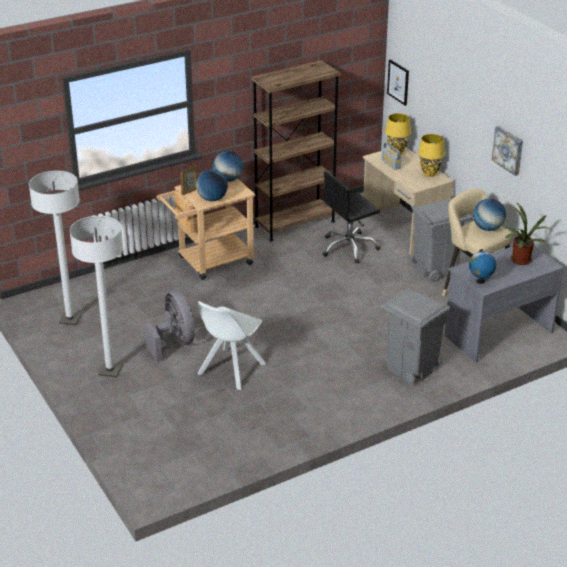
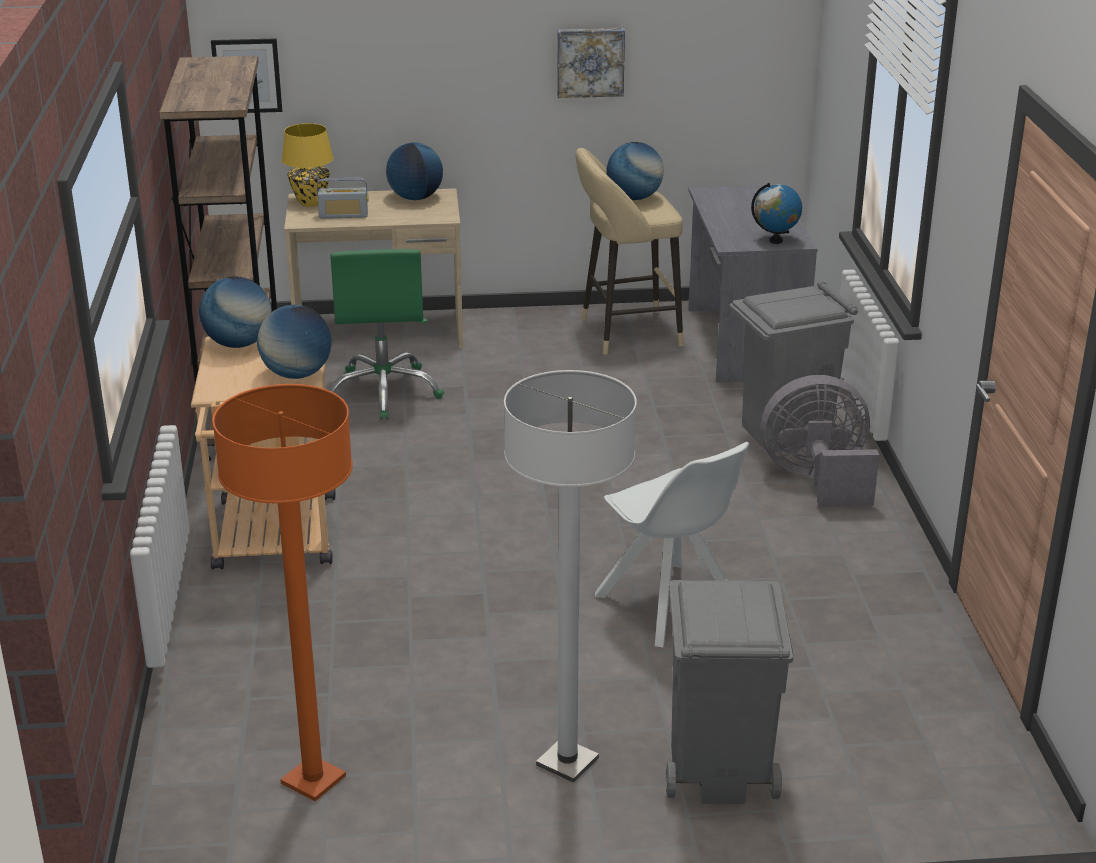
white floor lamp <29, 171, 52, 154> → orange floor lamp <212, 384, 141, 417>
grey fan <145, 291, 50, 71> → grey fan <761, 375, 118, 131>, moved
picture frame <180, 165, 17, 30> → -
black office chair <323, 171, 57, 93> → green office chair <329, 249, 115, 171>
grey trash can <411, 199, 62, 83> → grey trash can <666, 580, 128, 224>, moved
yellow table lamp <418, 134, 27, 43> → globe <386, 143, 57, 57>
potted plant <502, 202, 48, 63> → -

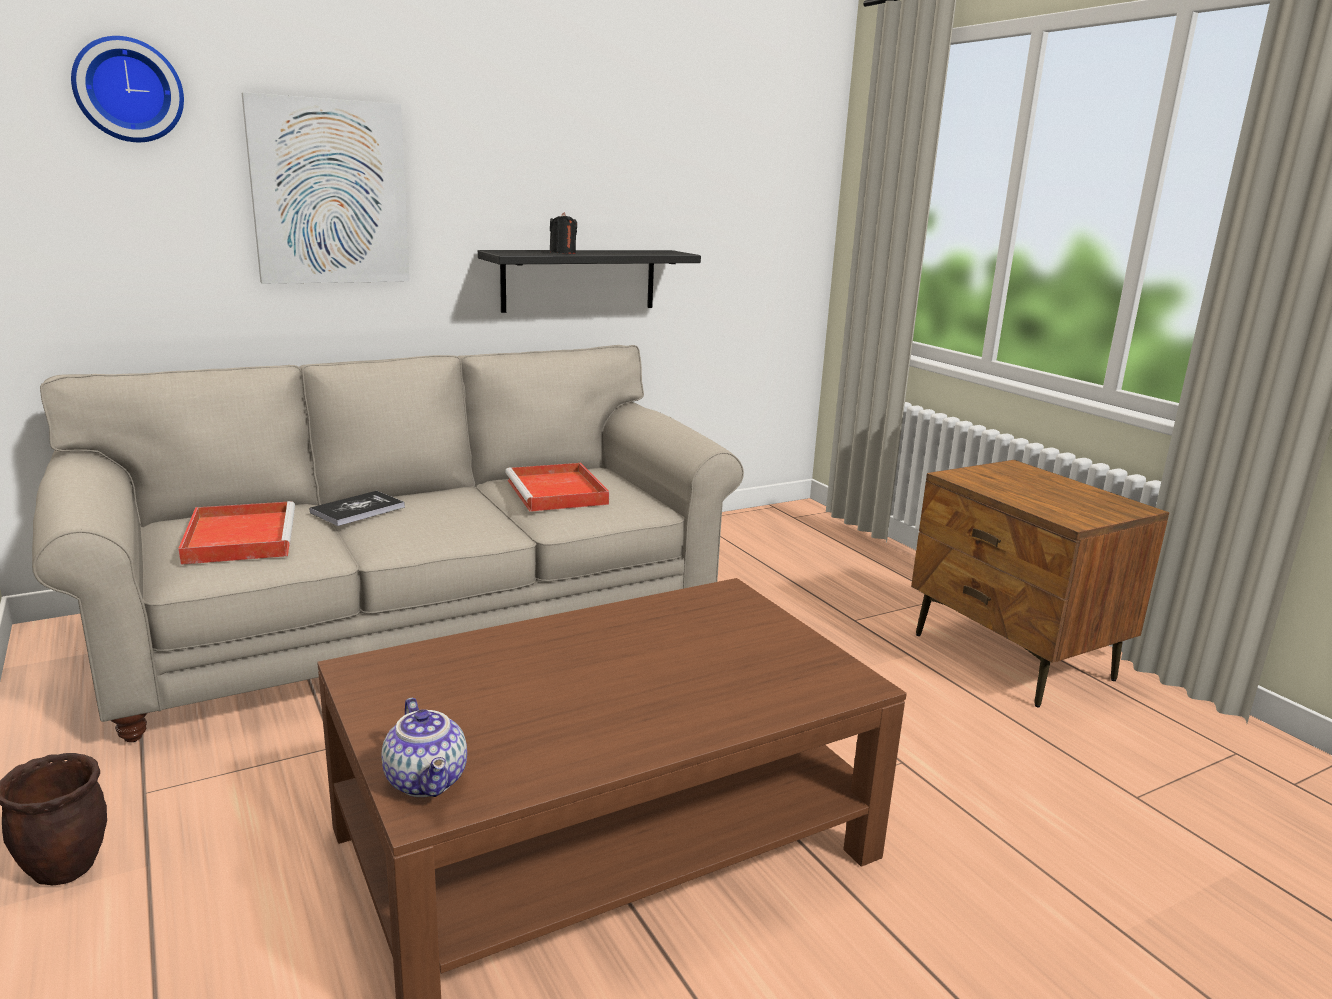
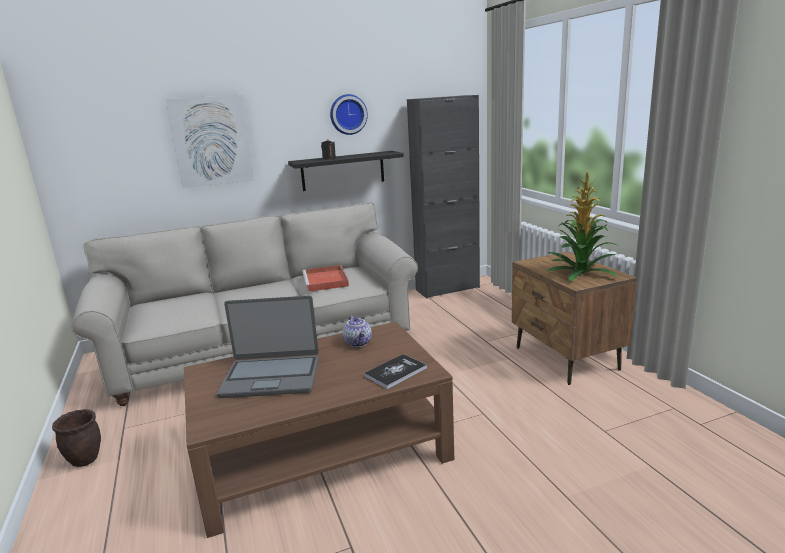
wall clock <71, 36, 113, 106> → wall clock <330, 94, 38, 41>, moved
red tray <178, 501, 117, 64> → -
book <310, 491, 95, 35> → book <364, 354, 63, 35>, moved
teapot <381, 698, 86, 99> → teapot <343, 315, 29, 32>, moved
- → laptop <217, 296, 102, 102>
- → black cabinet <407, 95, 73, 203>
- → potted plant <547, 171, 72, 111>

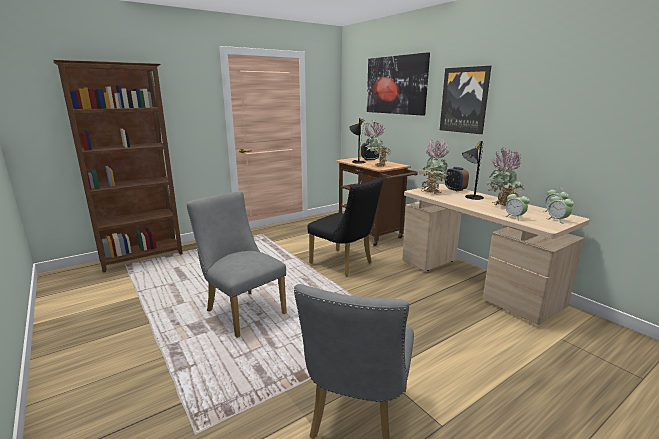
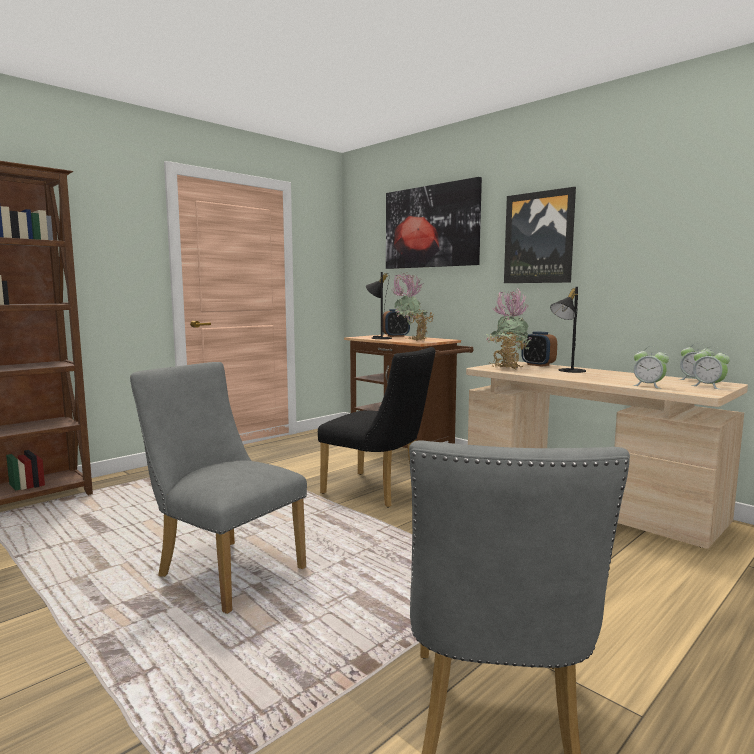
potted plant <487, 147, 38, 59> → -

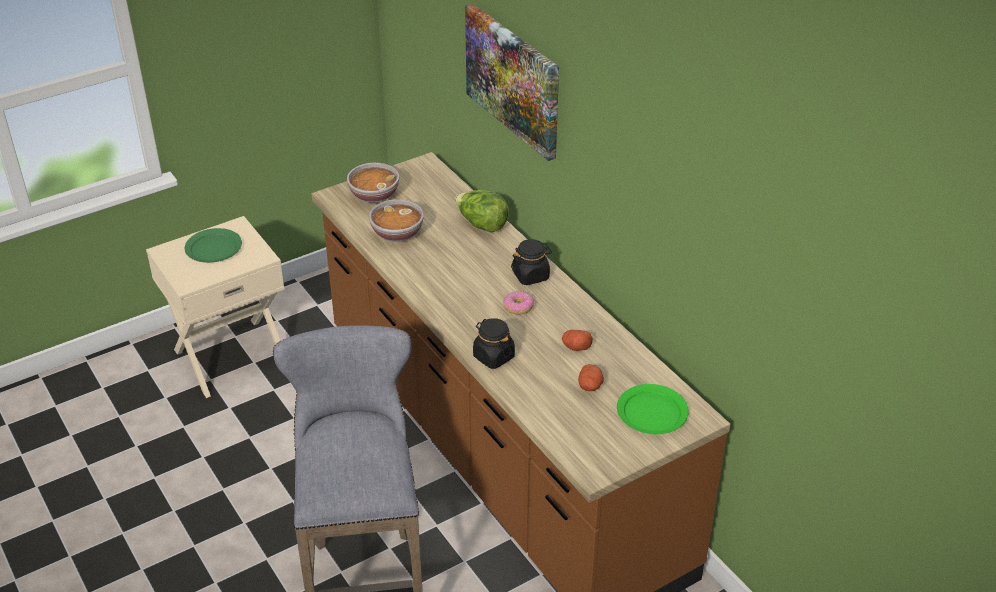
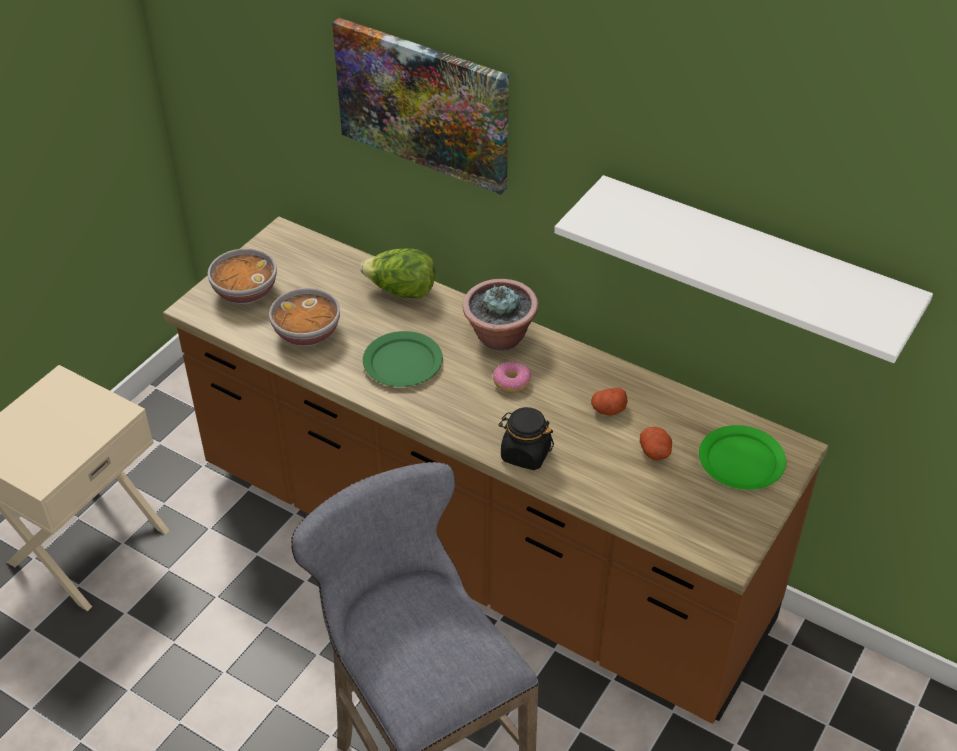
green plate <185, 228, 57, 35> → green plate <363, 331, 80, 56>, moved
black jar <511, 239, 41, 46> → potted plant <462, 279, 77, 72>
- → white shelf <554, 175, 379, 188>

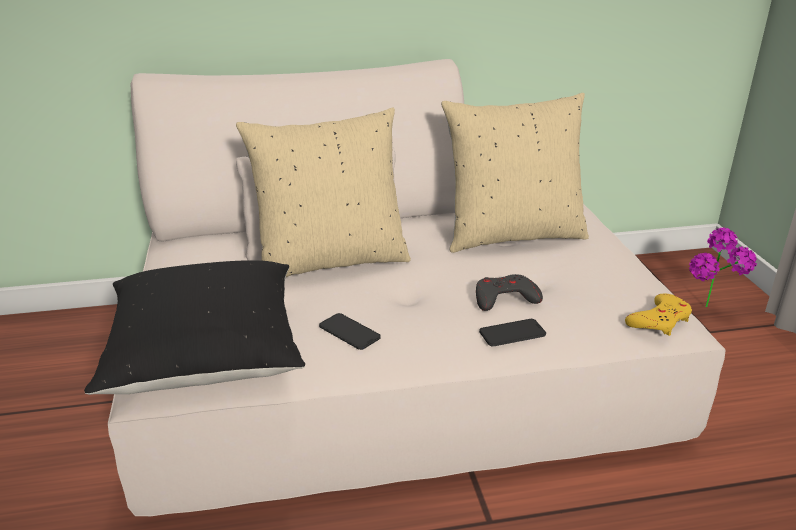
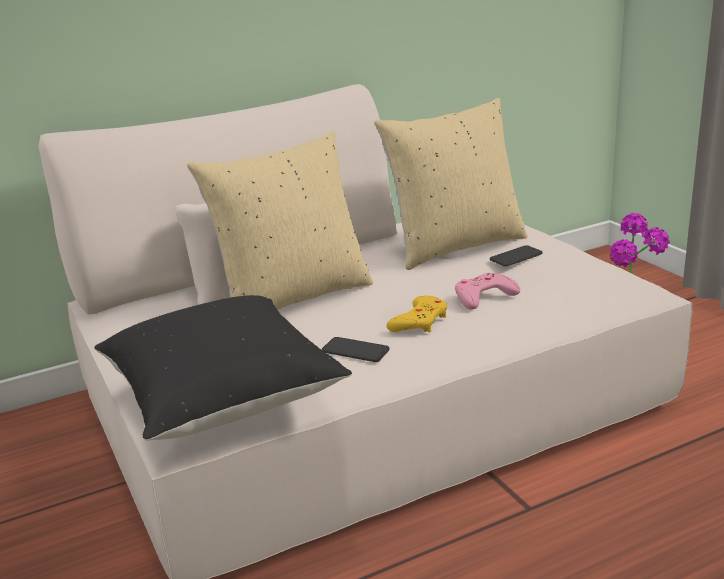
grey game controller <476, 274, 67, 37> → pink game controller <455, 273, 65, 37>
phone <479, 319, 67, 28> → phone <490, 245, 53, 22>, moved
yellow game controller <625, 293, 67, 43> → yellow game controller <387, 295, 60, 37>, moved

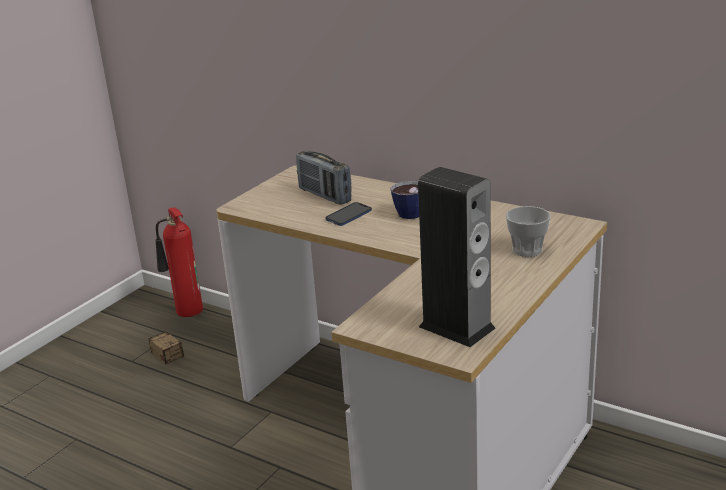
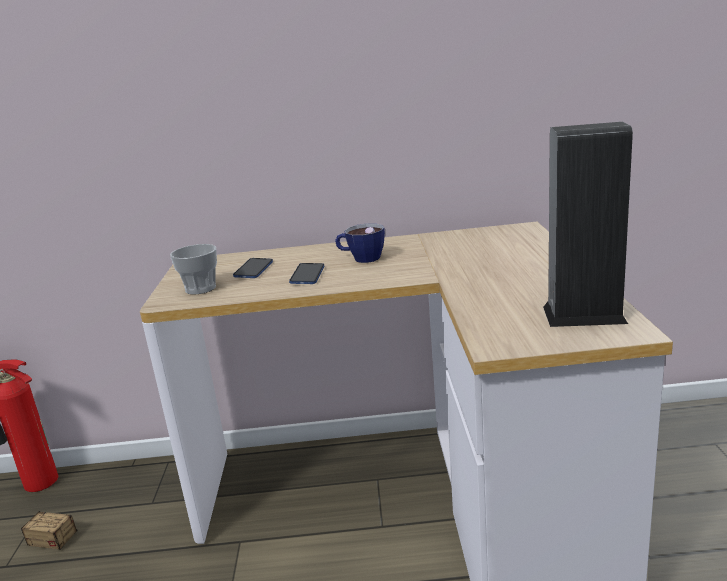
radio <296, 151, 56, 54> → phone <233, 258, 40, 20>
cup <506, 206, 45, 51> → cup <170, 244, 47, 50>, moved

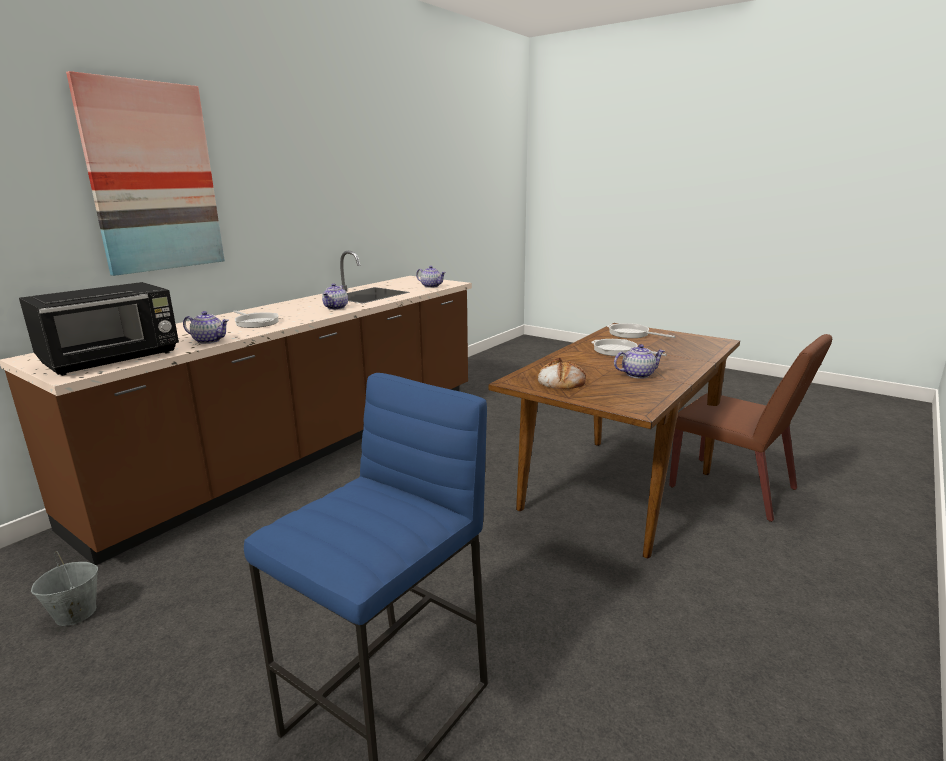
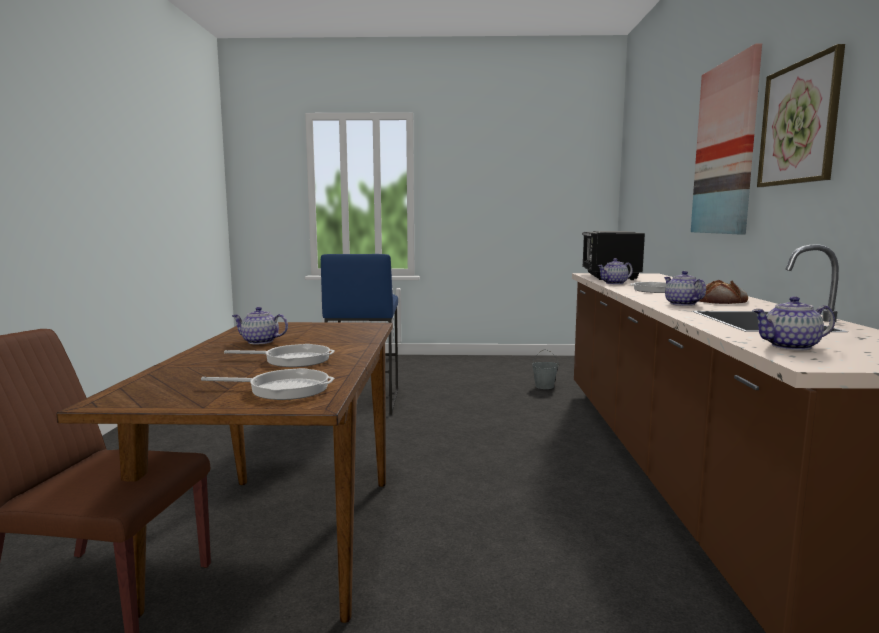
bread <538, 357, 48, 32> → bread <699, 280, 49, 24>, moved
teapot <614, 344, 51, 35> → teapot <232, 307, 56, 37>, 60 degrees clockwise
- → picture <757, 44, 88, 143>

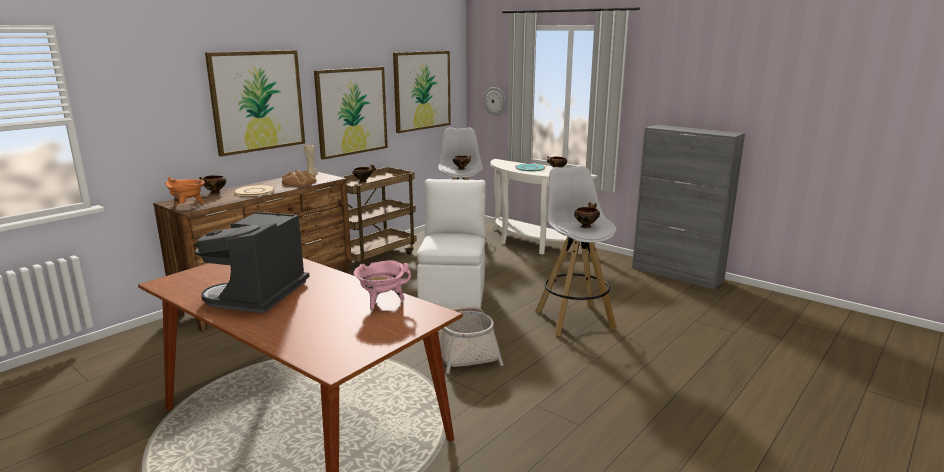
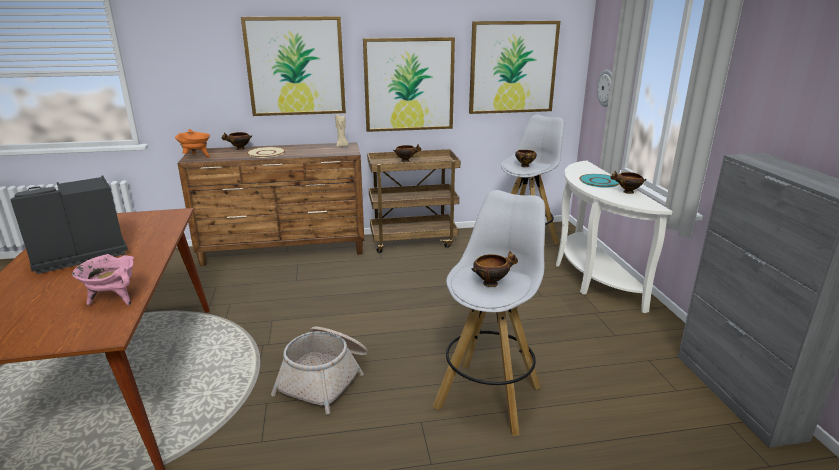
bread <282, 170, 35, 16> → -
white chair <417, 179, 69, 130> → -

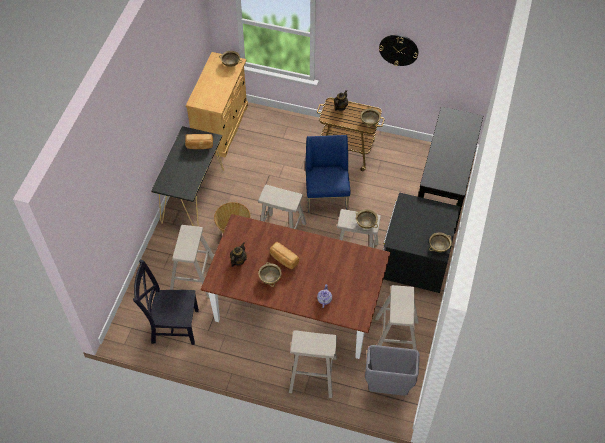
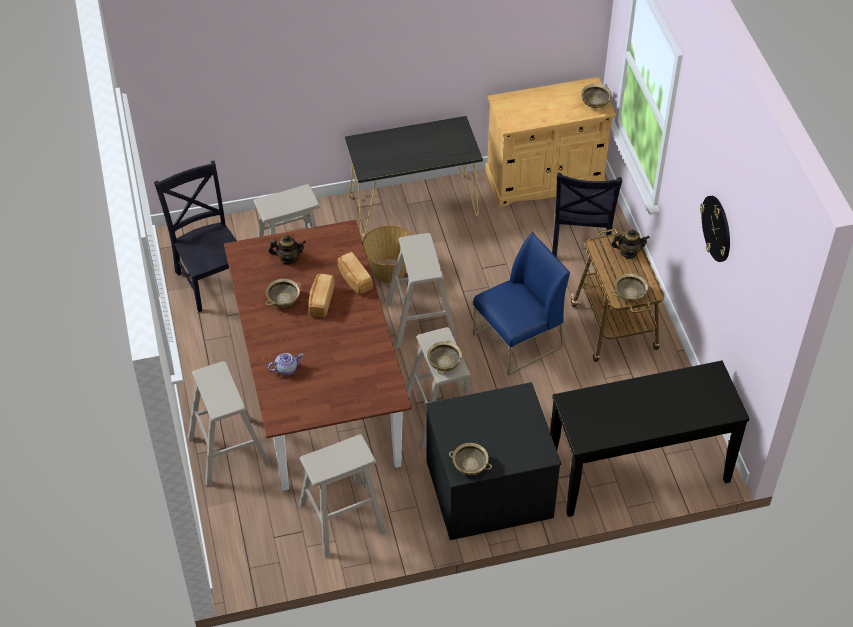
bread <185, 134, 28, 15> → bread <338, 252, 35, 42>, moved
grey trash can <365, 345, 55, 51> → -
- → black chair <552, 173, 70, 86>

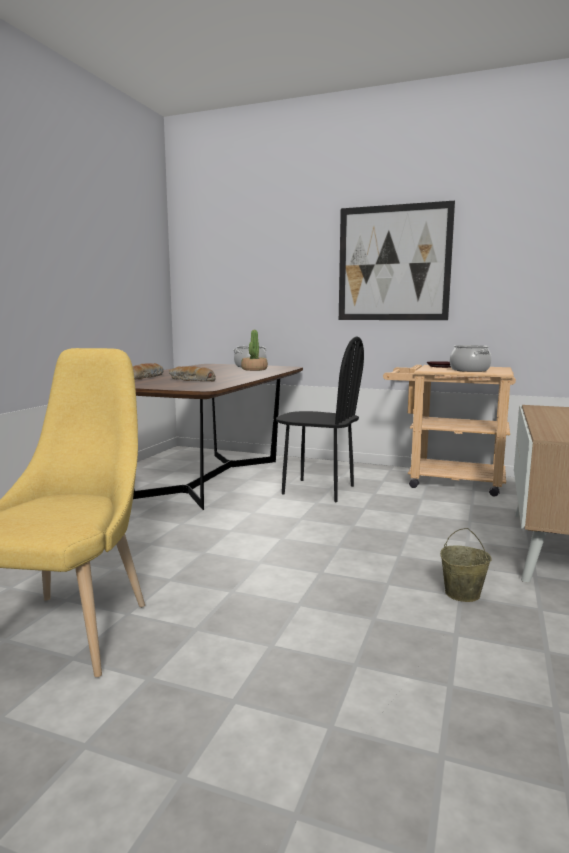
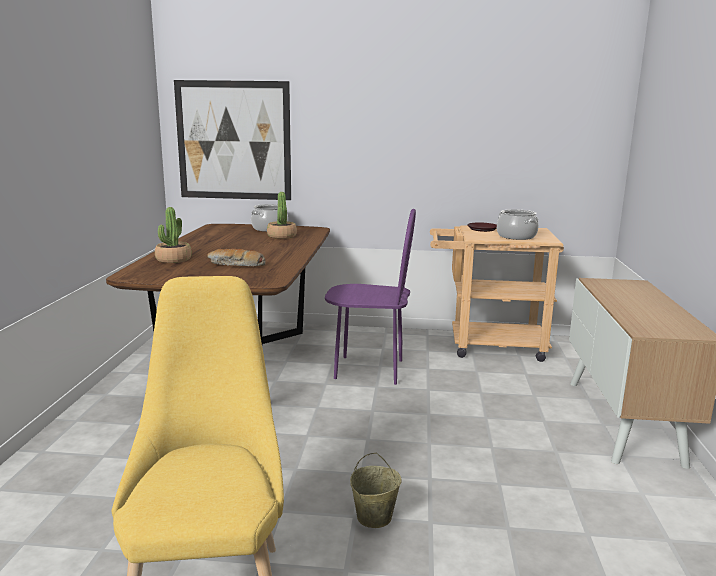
bread <133, 363, 31, 17> → potted plant <155, 207, 37, 56>
black chair <276, 336, 88, 166> → purple chair <325, 209, 91, 176>
picture <339, 201, 116, 119> → picture <174, 80, 117, 120>, moved
beige bucket <440, 528, 52, 74> → beige bucket <350, 453, 52, 75>, moved

